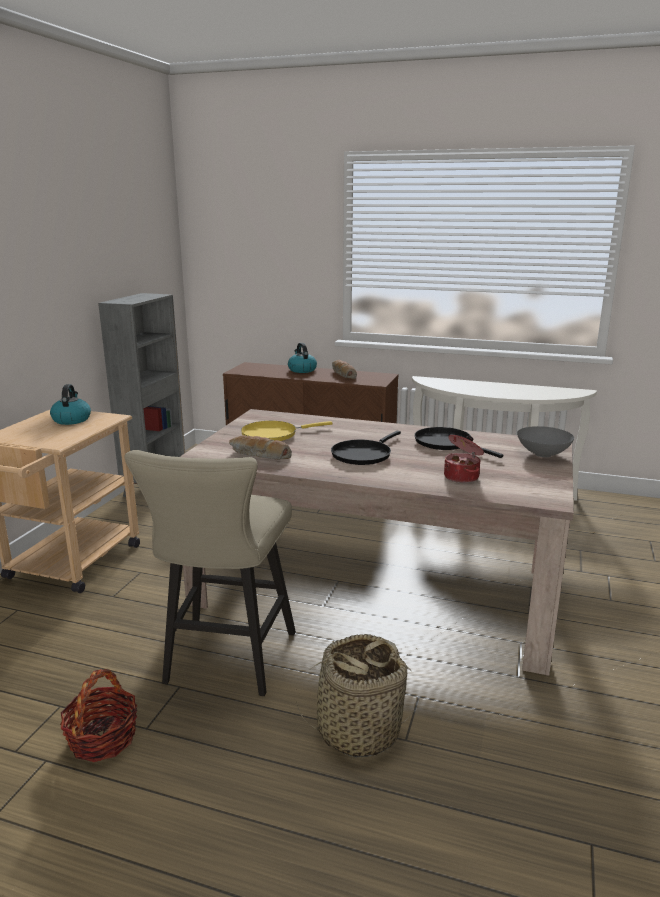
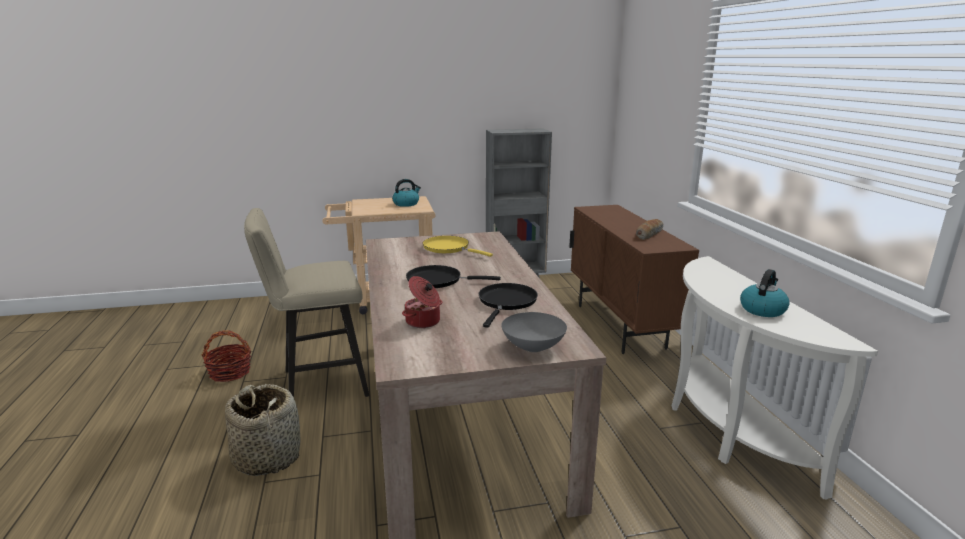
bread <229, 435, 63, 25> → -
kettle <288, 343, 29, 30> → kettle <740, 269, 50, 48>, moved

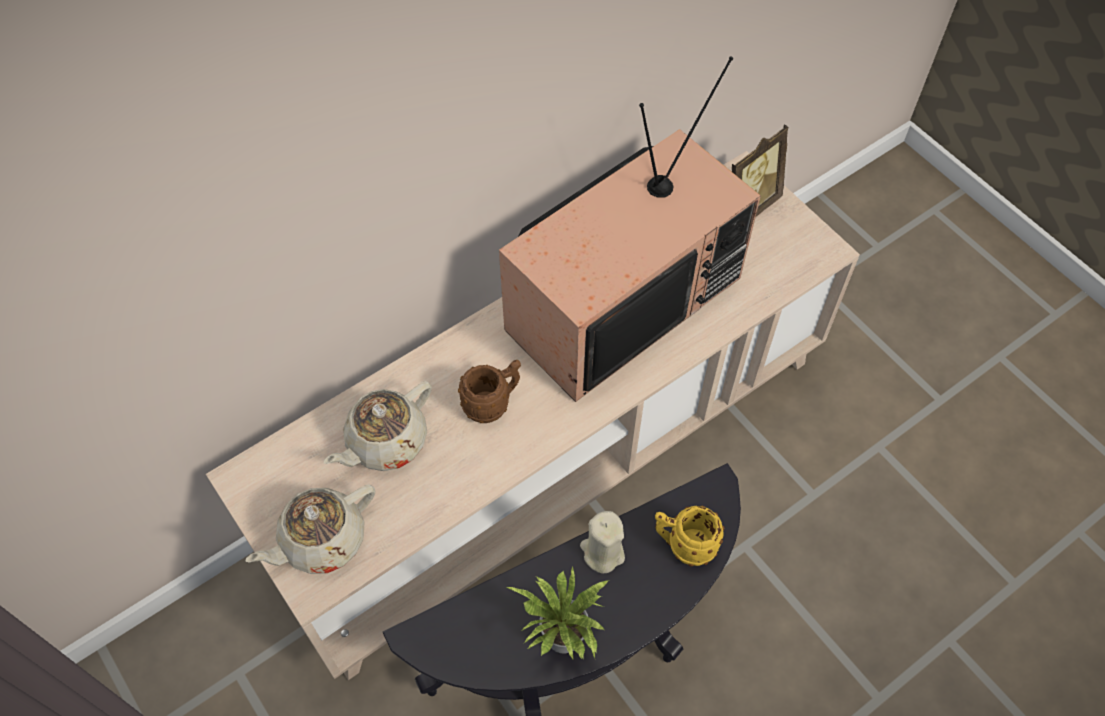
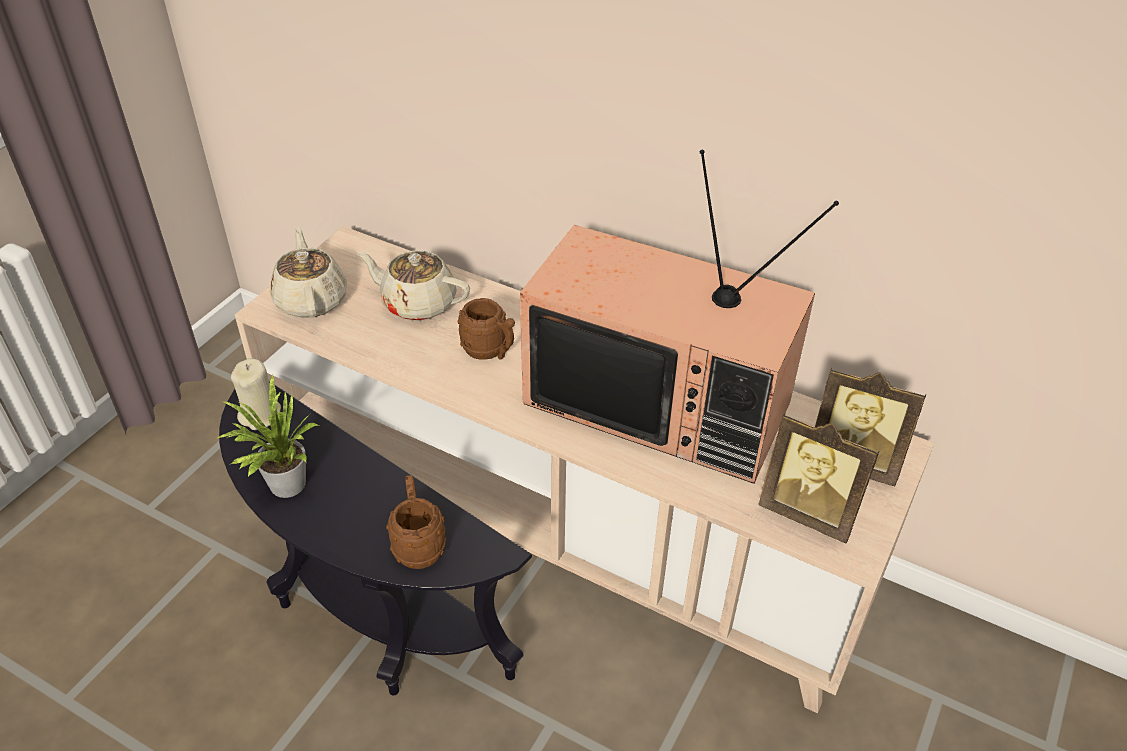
beige teapot <245, 484, 130, 90> → beige teapot <270, 227, 77, 91>, 45 degrees clockwise
beige candle <580, 511, 45, 63> → beige candle <231, 358, 50, 72>, moved
yellow mug <655, 506, 70, 61> → brown mug <386, 475, 60, 94>
- → picture frame <758, 413, 121, 130>

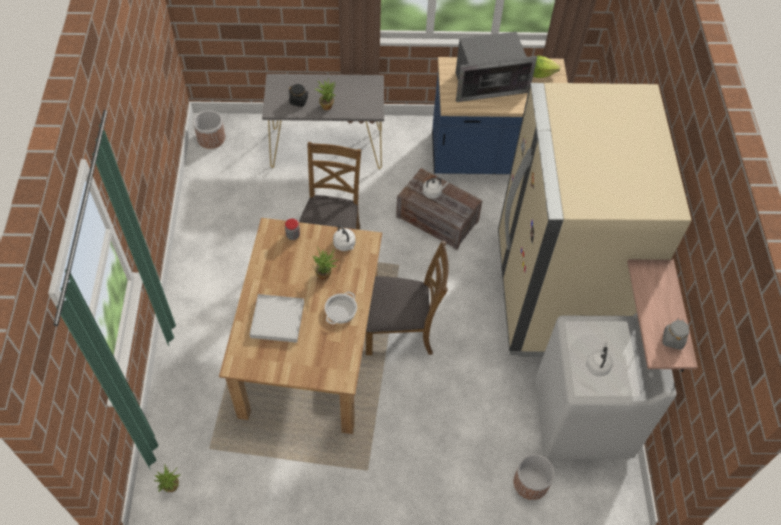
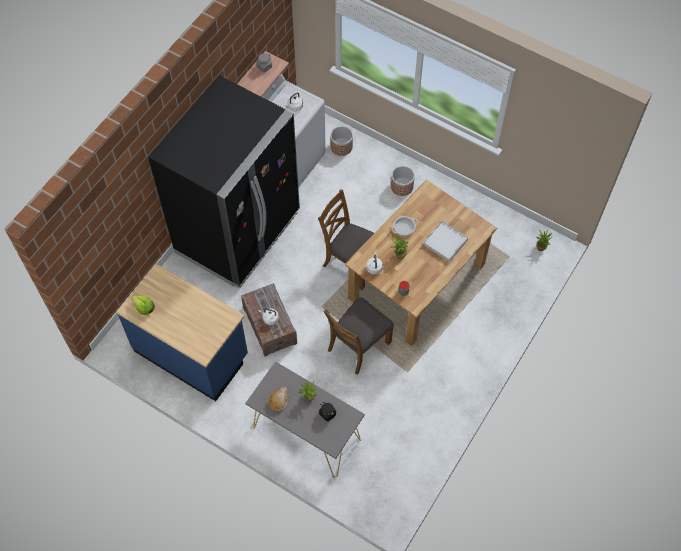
planter <193, 110, 32, 39> → planter <391, 166, 24, 30>, moved
microwave <455, 32, 82, 70> → -
beige fridge <498, 83, 193, 274> → black fridge <148, 75, 152, 214>
- → bread <269, 387, 20, 25>

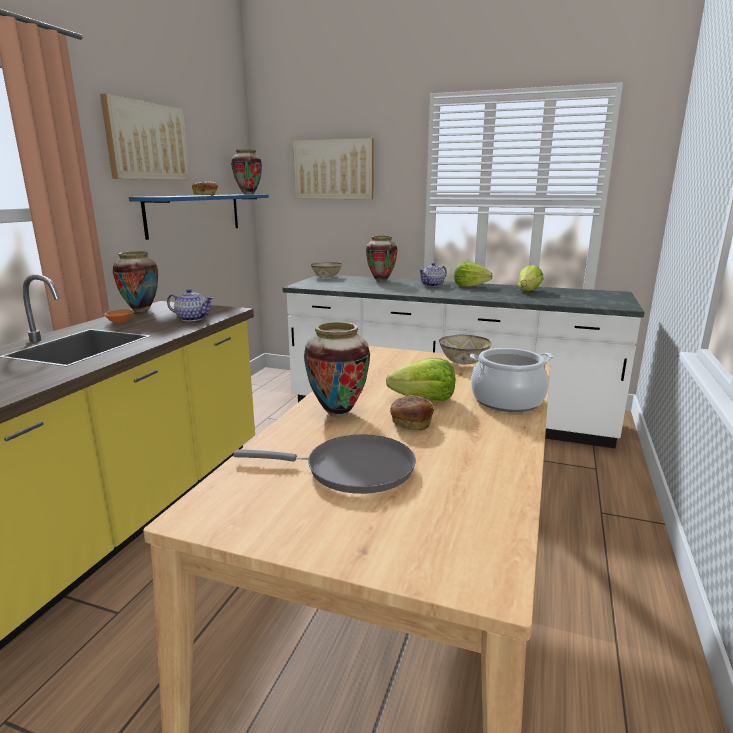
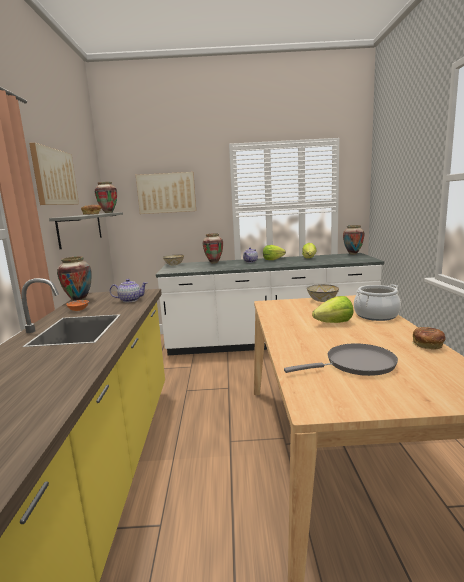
blue shelf <129, 194, 140, 46> → grey shelf <49, 212, 74, 37>
vase <304, 322, 66, 95> → vase <343, 225, 22, 30>, moved
bread <390, 395, 44, 35> → bread <412, 327, 34, 22>, moved

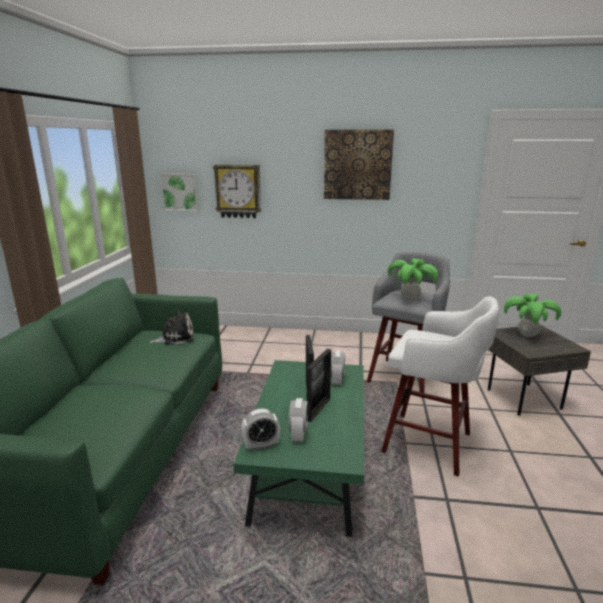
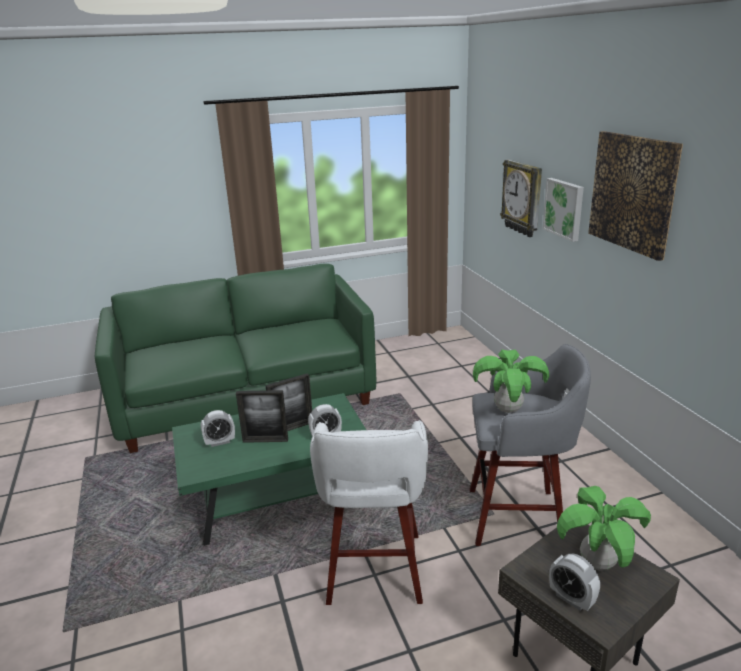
plush toy <149, 310, 45, 35> → -
picture <160, 174, 39, 37> → picture <543, 178, 41, 64>, moved
alarm clock <241, 408, 39, 43> → alarm clock <549, 554, 51, 57>, moved

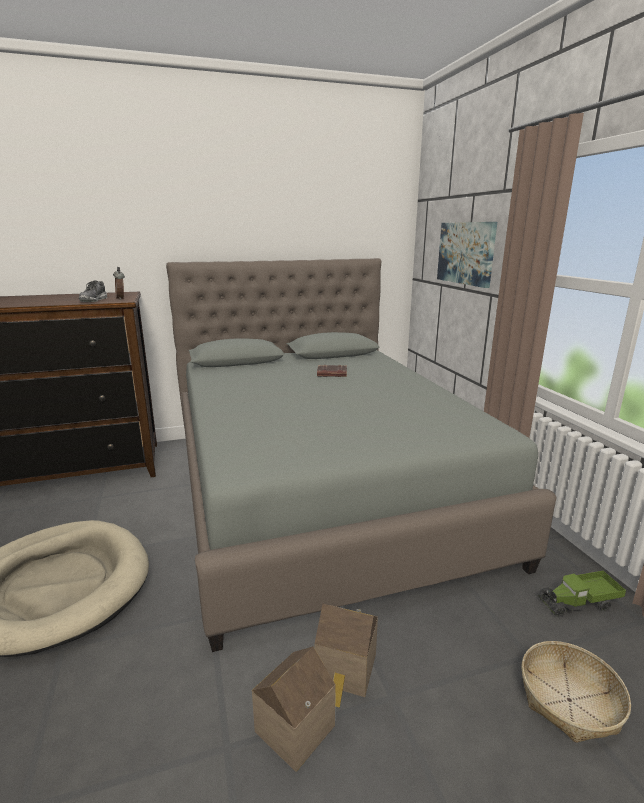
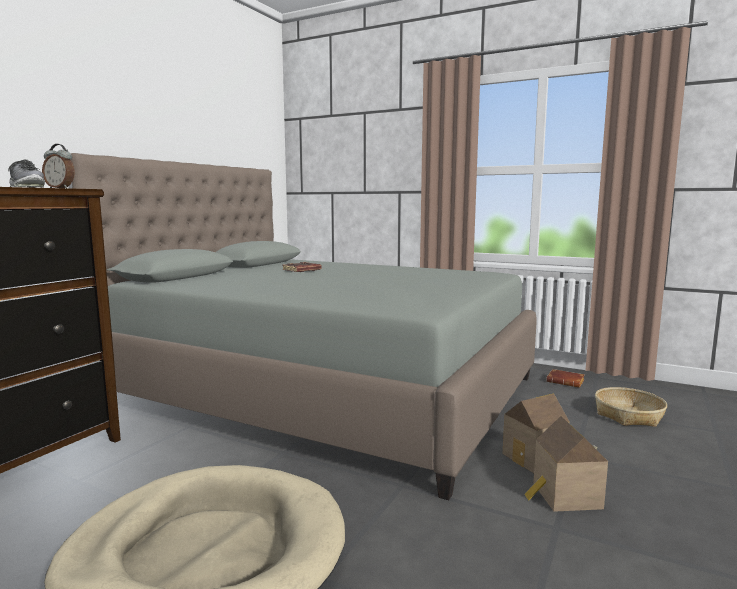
picture <437, 222, 60, 66> → -
toy truck <539, 571, 87, 46> → brown book <546, 369, 39, 19>

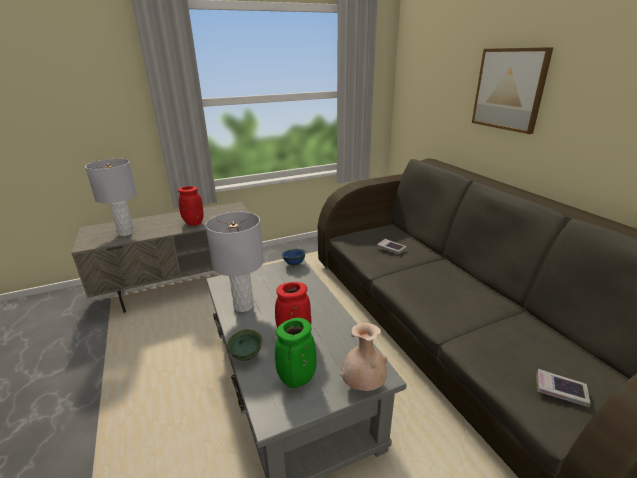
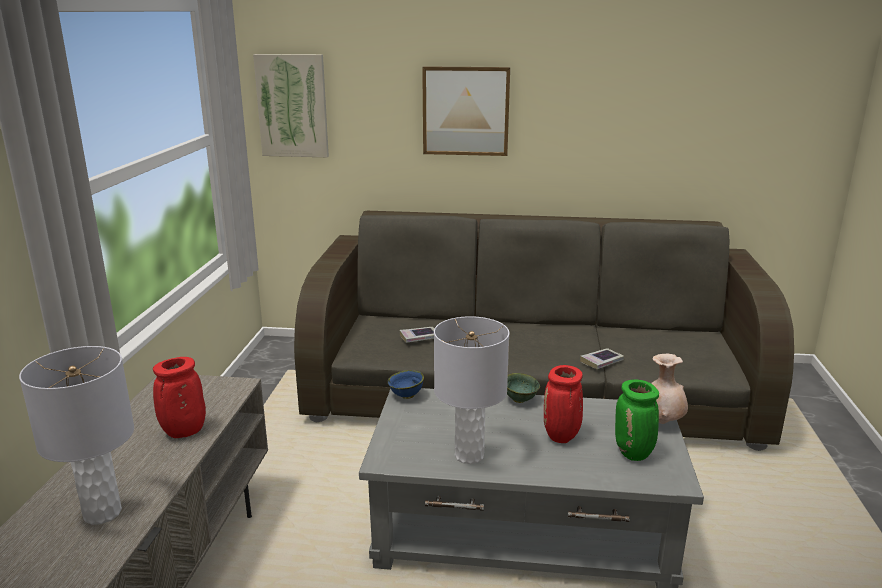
green bowl <227, 330, 35, 31> → green bowl <507, 373, 33, 30>, moved
book <536, 369, 55, 38> → book <580, 348, 44, 21>, moved
- → picture <253, 54, 76, 103>

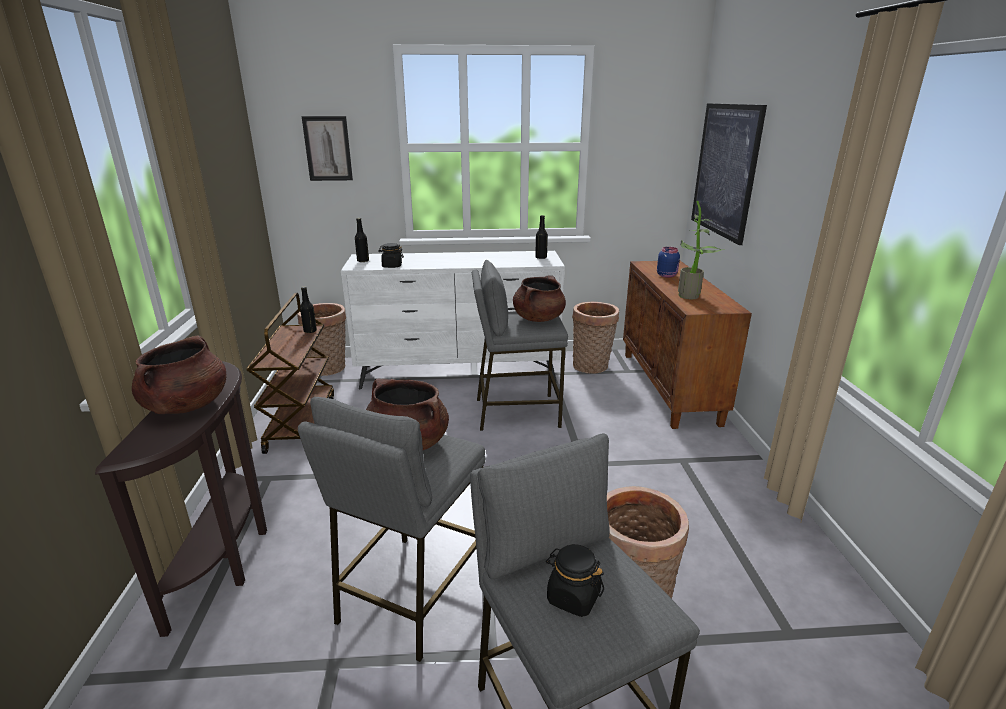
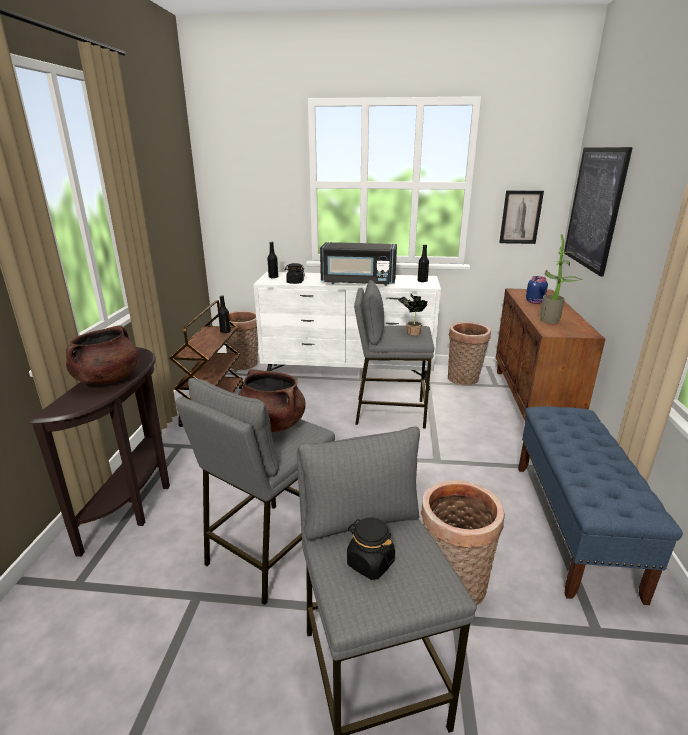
picture <302, 116, 51, 65> → picture <499, 190, 45, 54>, moved
brown cooking pot <513, 275, 53, 47> → potted plant <397, 294, 31, 41>
- → black microwave <320, 242, 77, 44>
- → blue bench <518, 406, 165, 199>

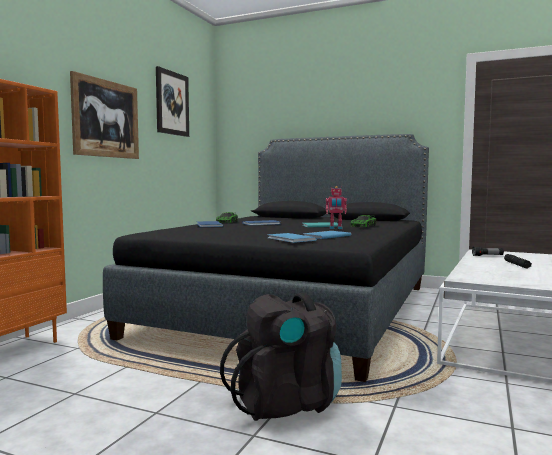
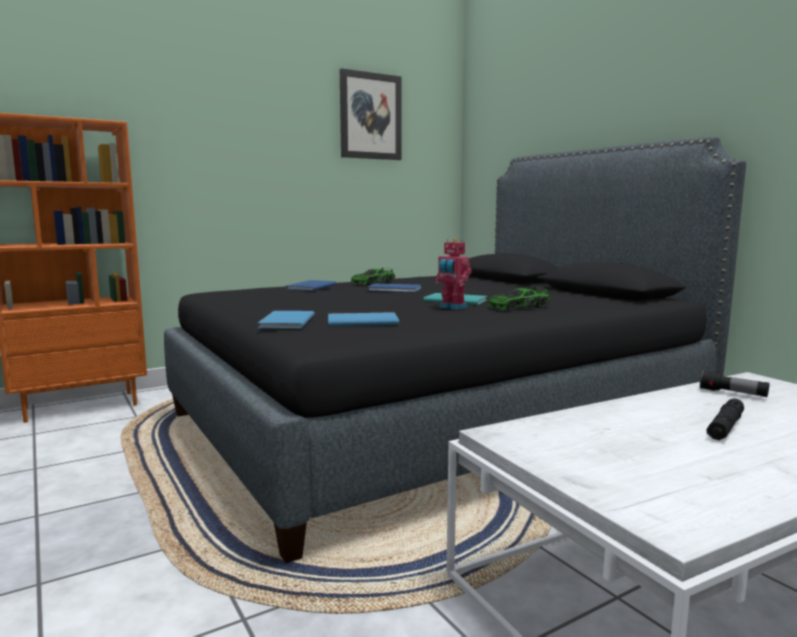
picture <70, 71, 69, 88> → -
black backpack <220, 293, 122, 128> → -

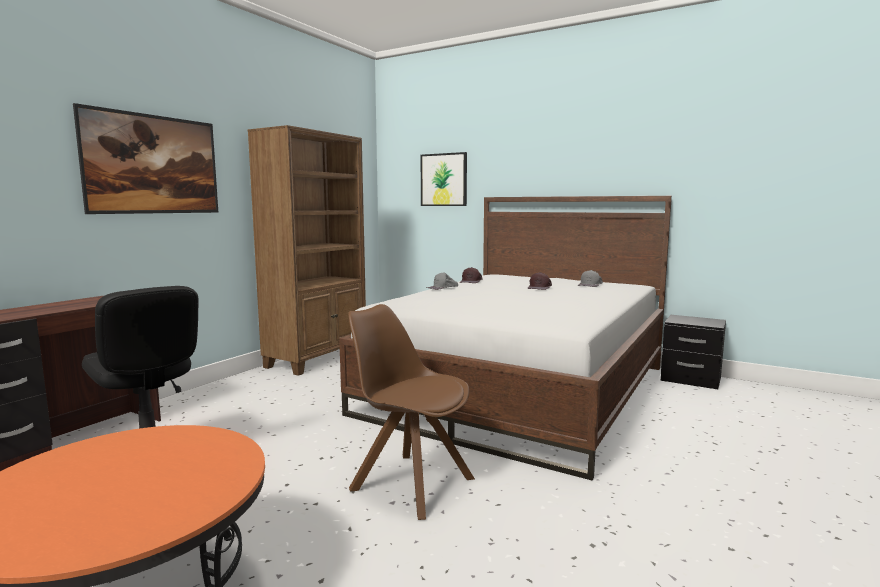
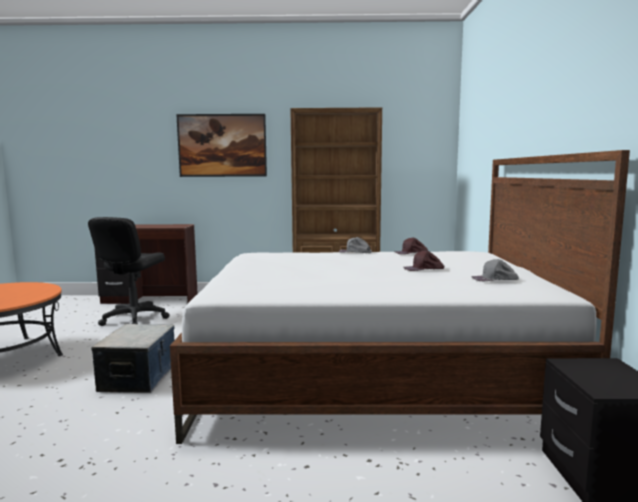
brown chair <348, 304, 127, 216> → storage box <91, 324, 83, 69>
picture <421, 152, 46, 54> → -

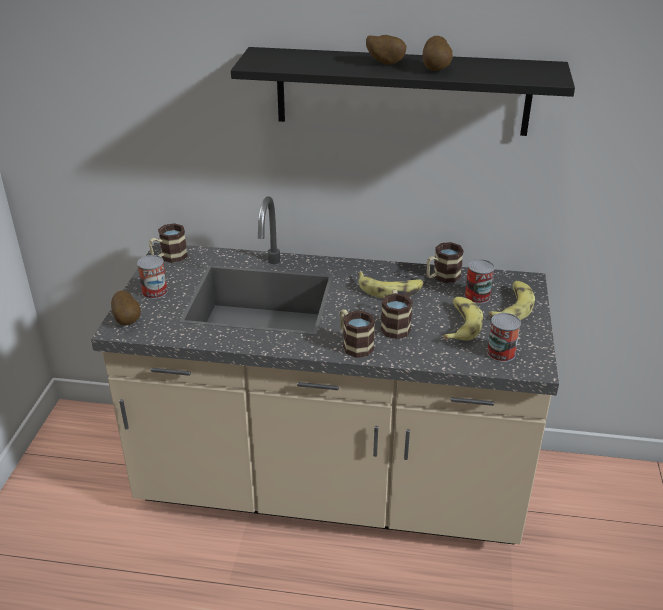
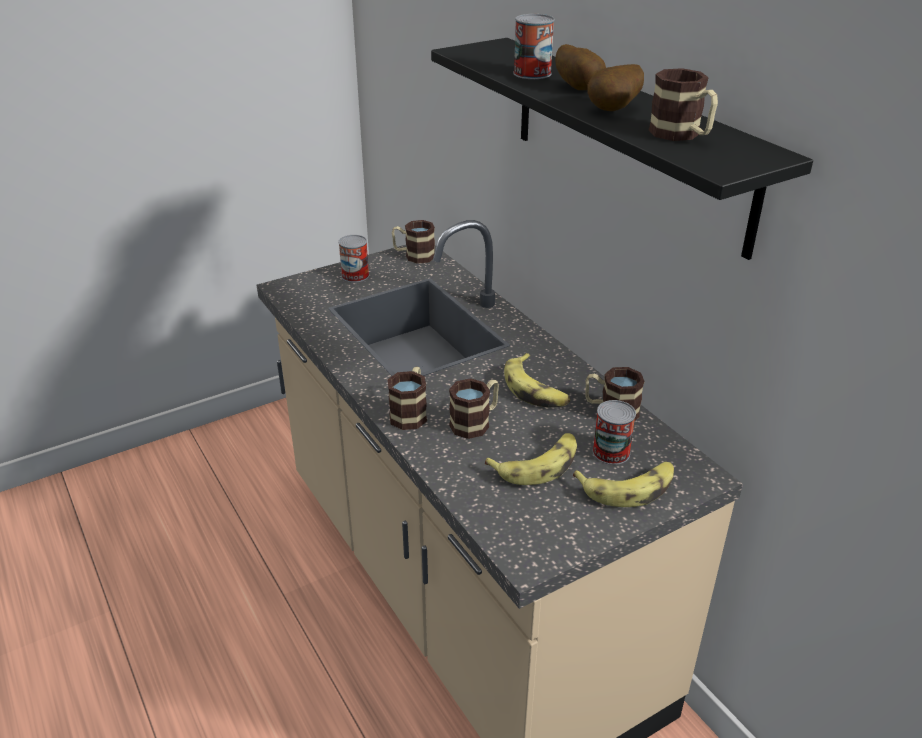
potato <111, 291, 30, 34> → -
can <487, 313, 34, 49> → can <513, 14, 42, 65>, moved
- → mug <648, 68, 70, 73>

